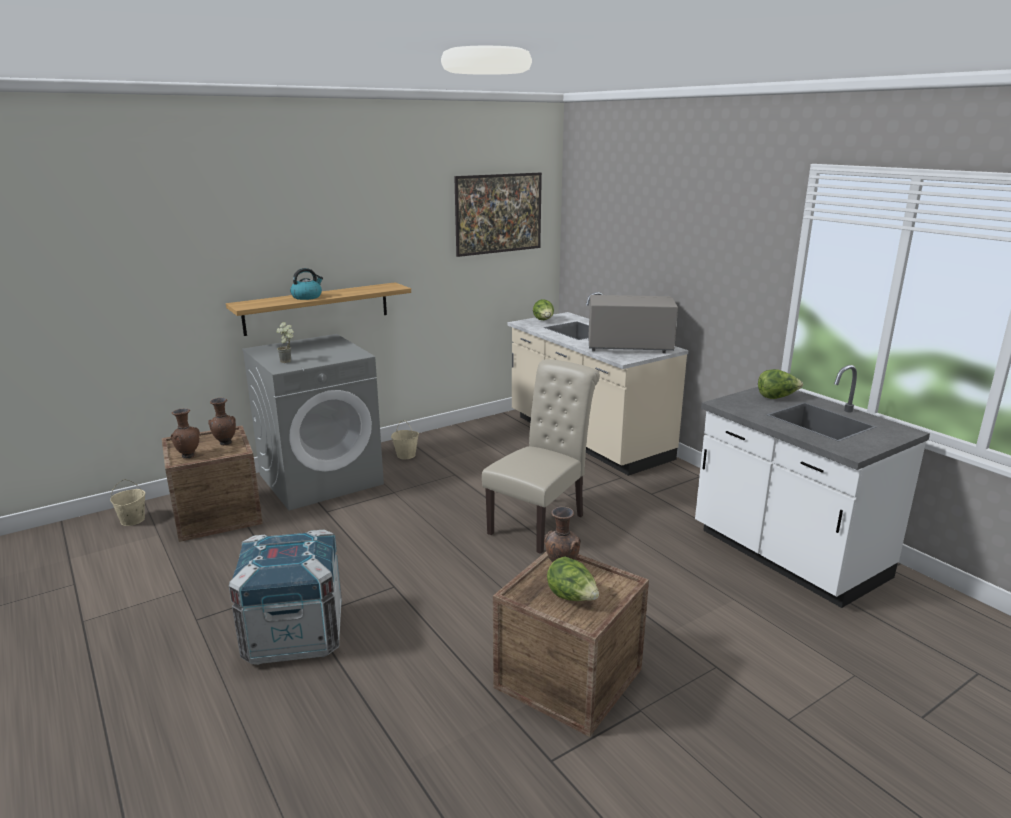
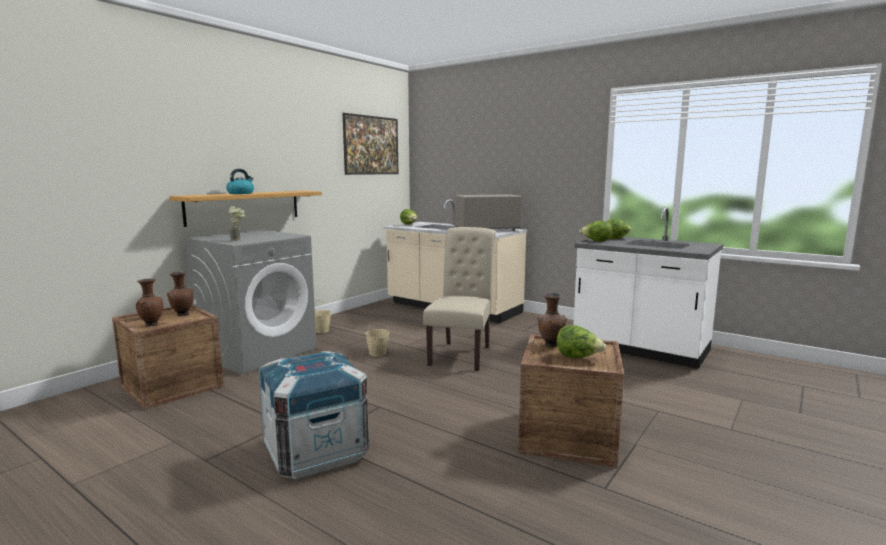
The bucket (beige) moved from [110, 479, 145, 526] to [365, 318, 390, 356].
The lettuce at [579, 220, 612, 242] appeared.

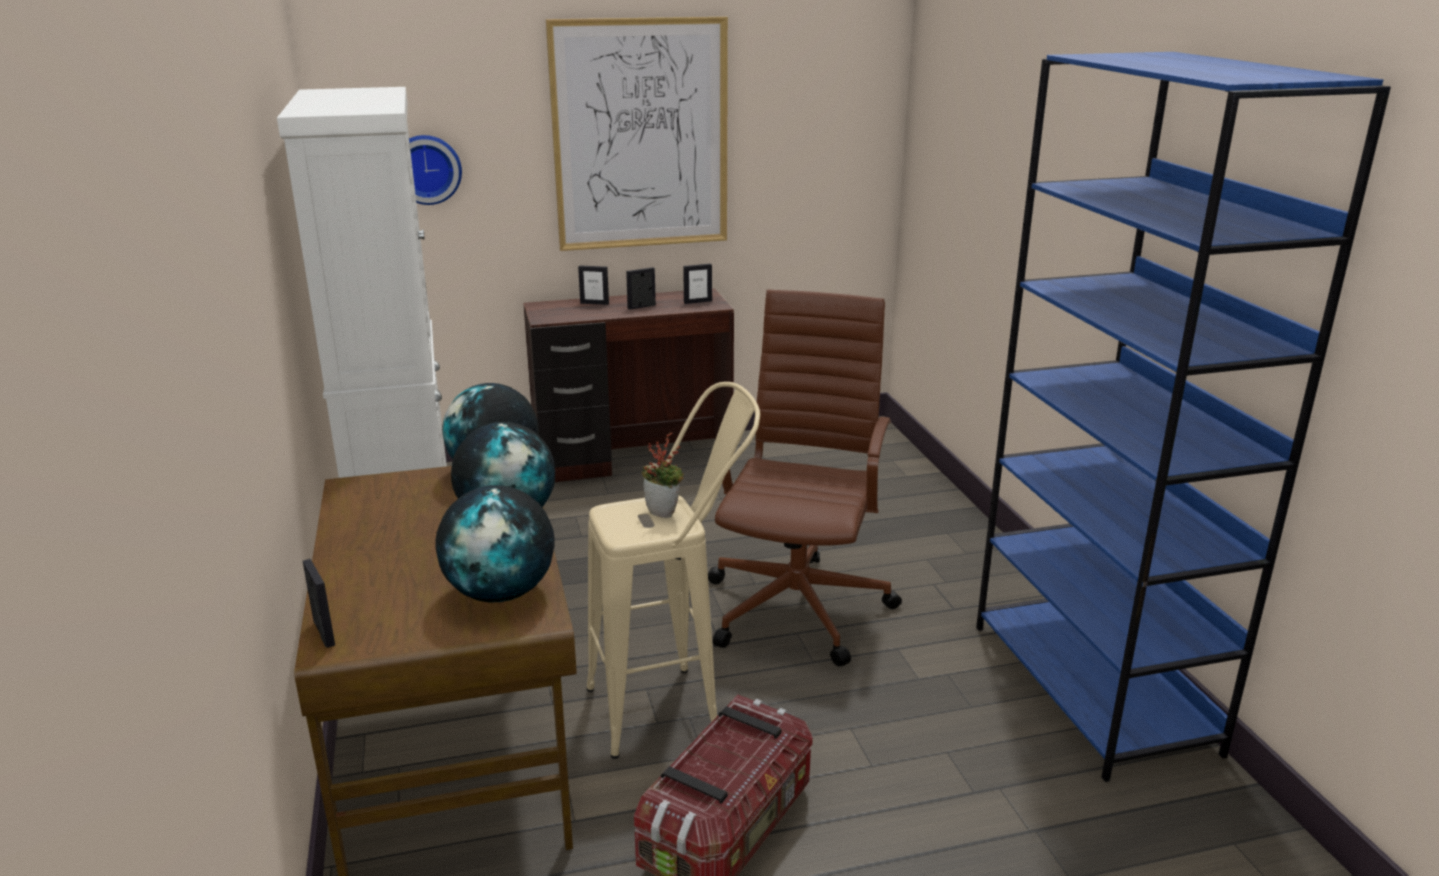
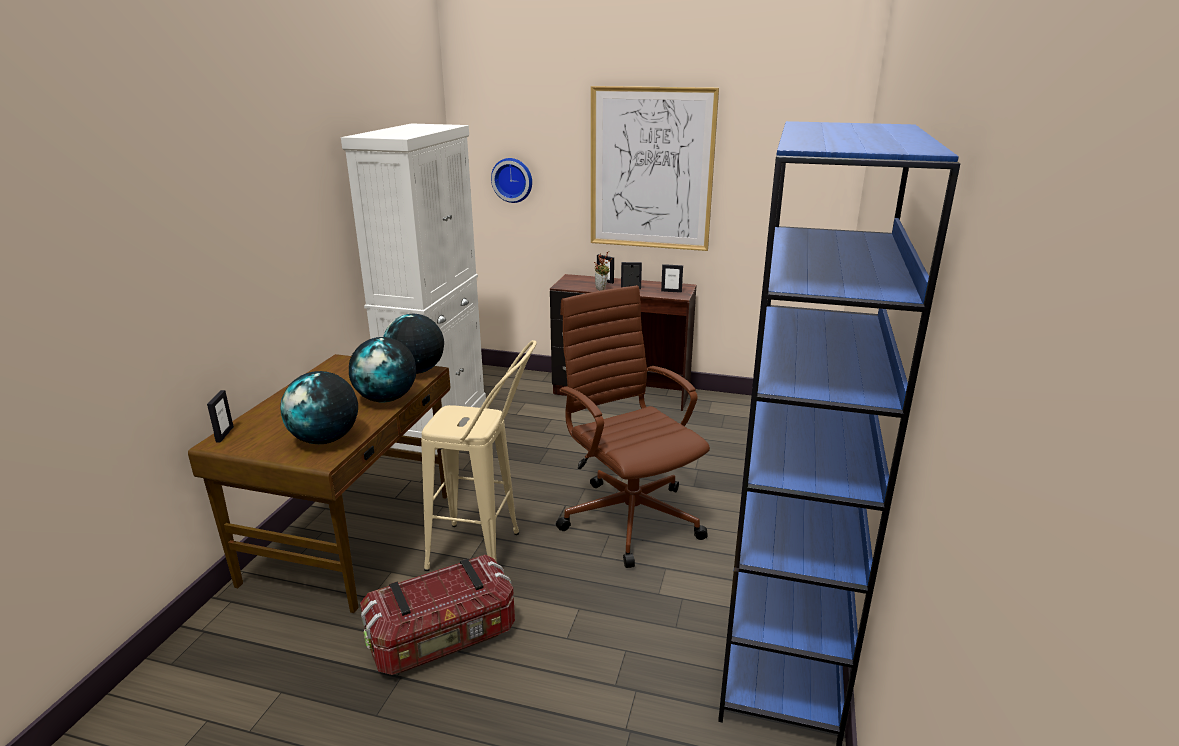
The potted plant moved from [641, 433, 684, 518] to [594, 251, 612, 291].
The office chair (brown) at [708, 289, 902, 666] turned 75 degrees counterclockwise.

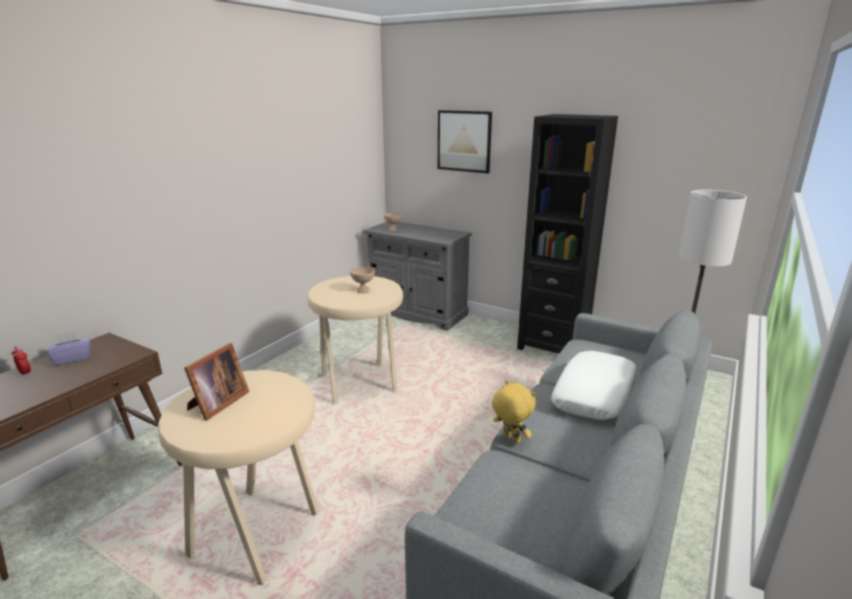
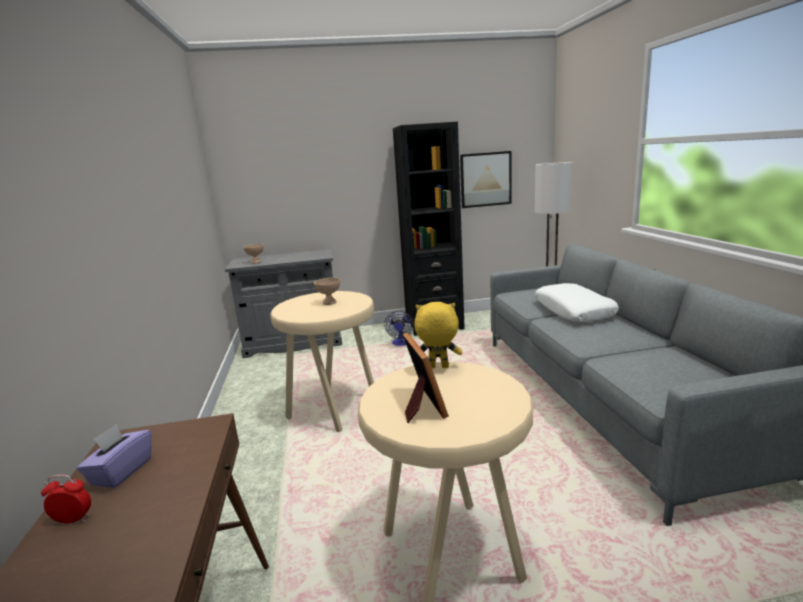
The picture moved from [438, 110, 492, 173] to [460, 151, 511, 208].
The plush toy (yellow) moved from [492, 380, 536, 444] to [414, 302, 462, 369].
The fan at [384, 311, 414, 346] appeared.

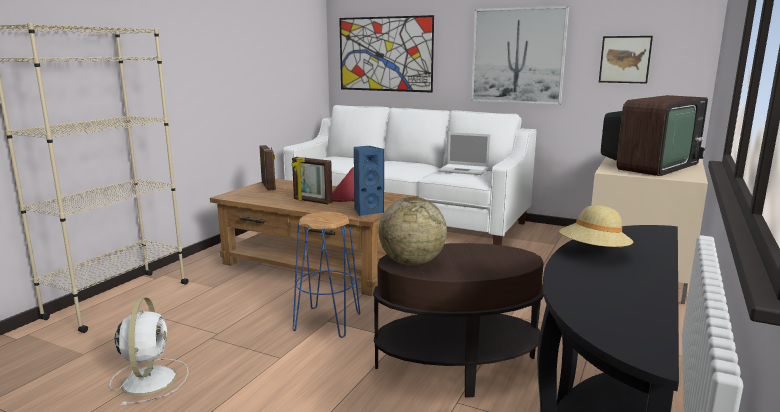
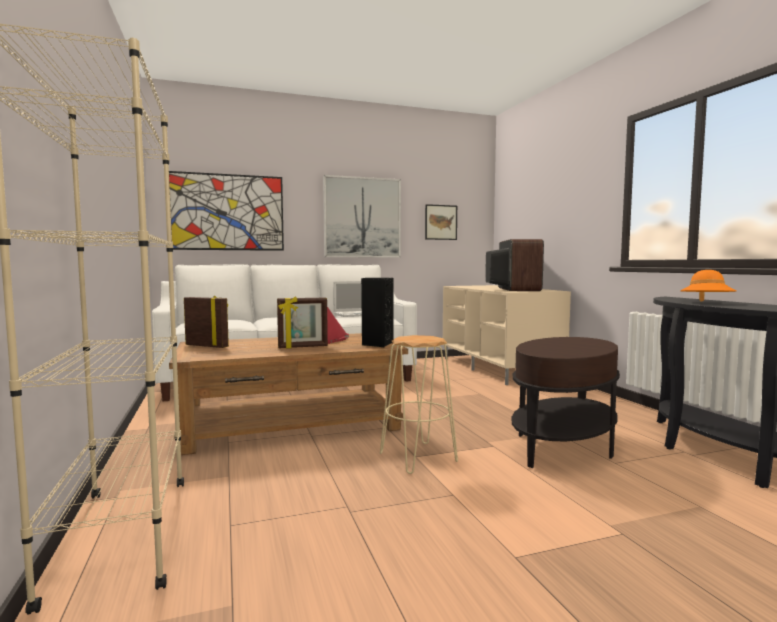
The fan (white) at [110, 297, 189, 406] disappeared.
The stool (blue) at [293, 212, 360, 338] became the stool (beige) at [380, 335, 458, 474].
The speaker (blue) at [354, 146, 384, 216] became the speaker (black) at [361, 278, 394, 347].
The globe at [378, 197, 447, 266] disappeared.
The hat (beige) at [559, 205, 633, 248] became the hat (orange) at [680, 270, 736, 302].

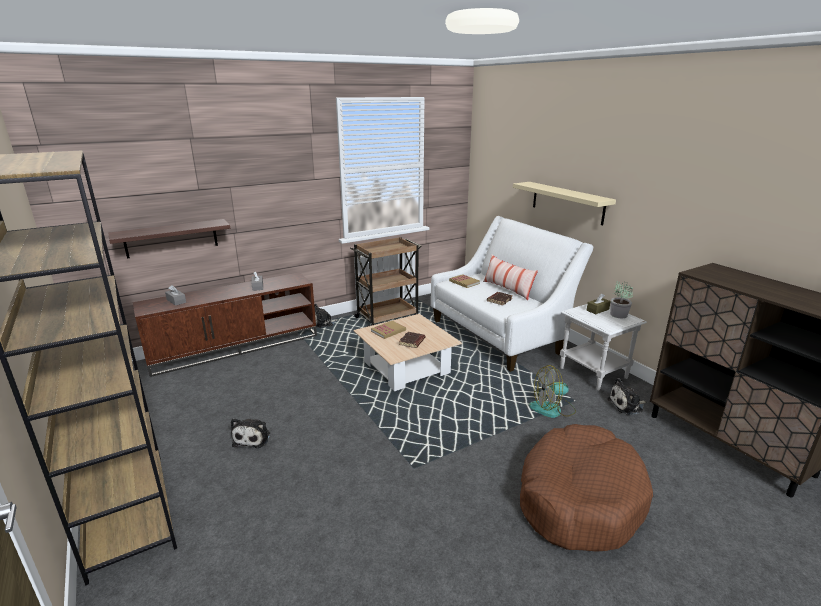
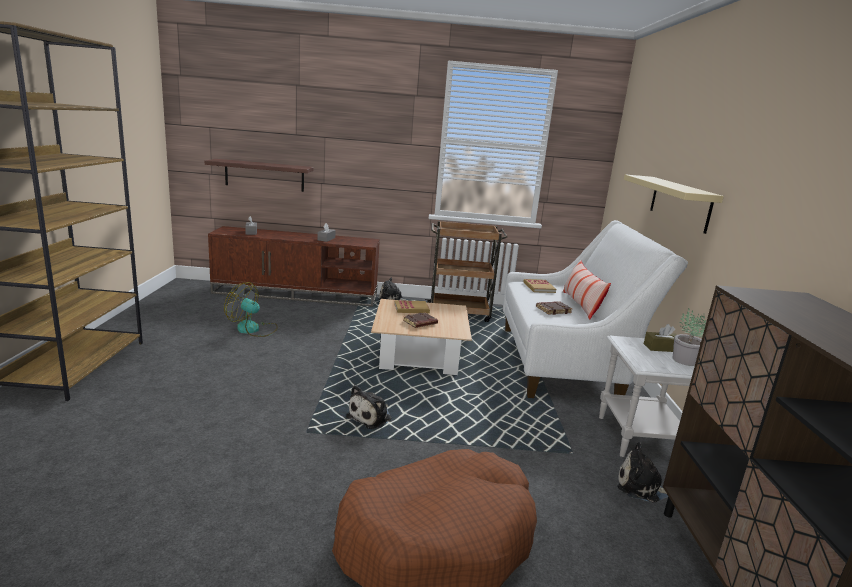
The plush toy moved from [231, 418, 270, 448] to [346, 385, 392, 429].
The fan moved from [529, 365, 576, 418] to [224, 282, 278, 337].

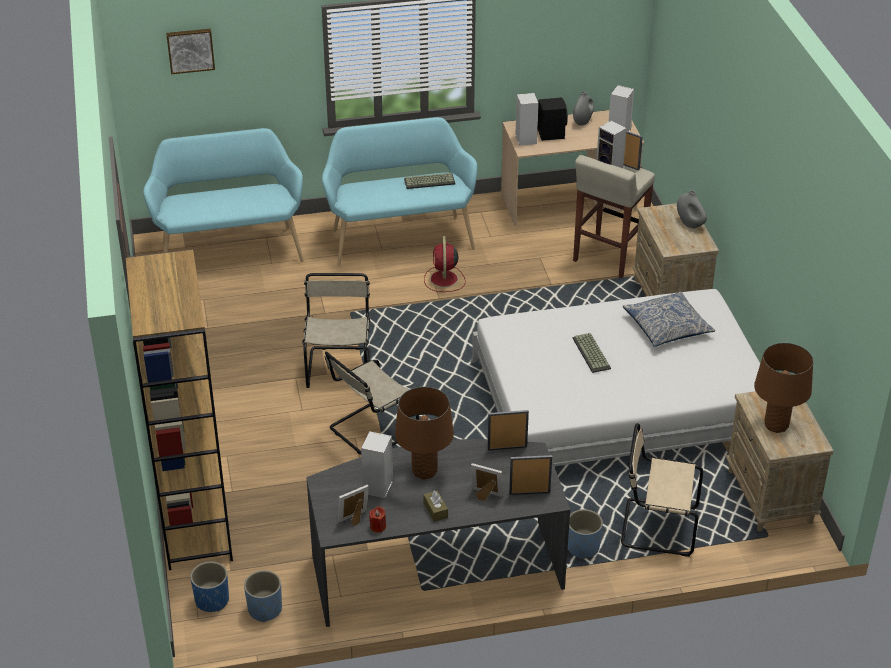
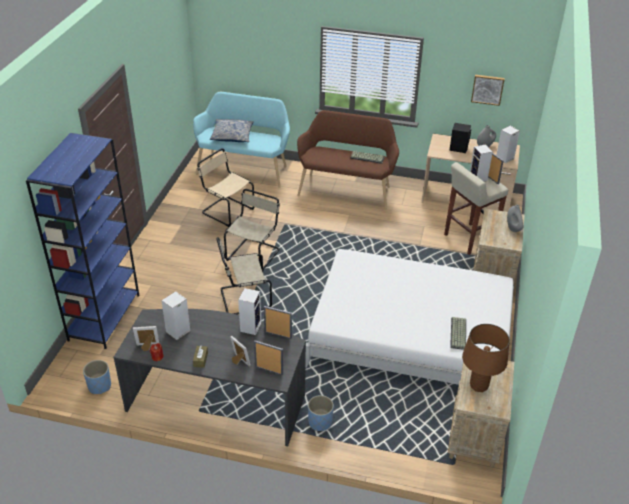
The bookcase (brown) at [125, 249, 233, 570] became the bookcase (blue) at [26, 133, 139, 349].
The picture moved from [166, 29, 215, 74] to [471, 75, 505, 106].
The planter (blue) at [190, 561, 229, 612] disappeared.
The bench (turquoise) at [322, 117, 477, 266] became the bench (brown) at [297, 110, 399, 210].
The table lamp (brown) at [395, 387, 454, 480] disappeared.
The fan (red) at [424, 236, 466, 292] disappeared.
The speaker moved from [515, 93, 539, 146] to [238, 288, 262, 335].
The keyboard moved from [573, 333, 611, 373] to [450, 317, 466, 350].
The chair (beige) moved from [621, 423, 704, 557] to [197, 148, 255, 227].
The pillow moved from [622, 292, 715, 347] to [210, 119, 254, 142].

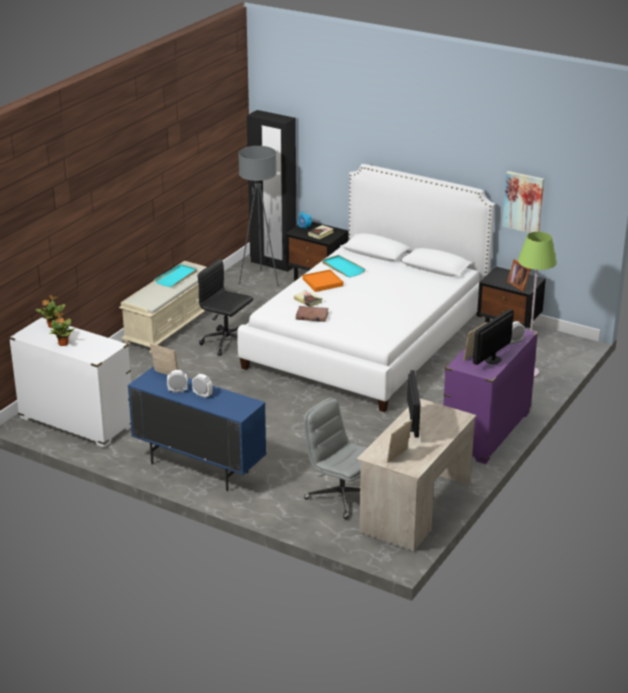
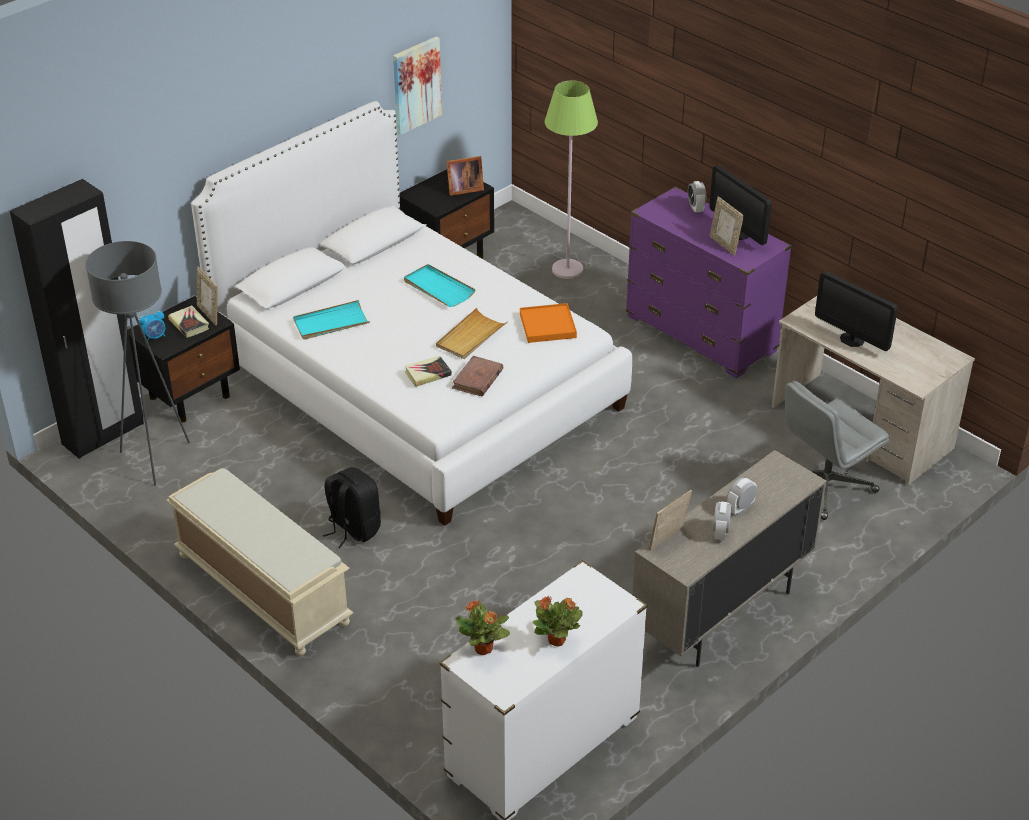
The cabinet (blue) at [128, 367, 266, 491] became the cabinet (beige) at [632, 450, 826, 667].
The tray (turquoise) moved from [154, 264, 197, 287] to [404, 264, 476, 307].
The office chair (black) at [197, 259, 253, 356] was replaced by the backpack (black) at [323, 467, 381, 548].
The tray (orange) moved from [303, 270, 343, 292] to [520, 303, 577, 343].
The picture frame moved from [387, 420, 412, 463] to [197, 267, 217, 325].
The monitor at [404, 370, 420, 438] turned 150 degrees counterclockwise.
The tray (beige) at [436, 308, 508, 359] appeared.

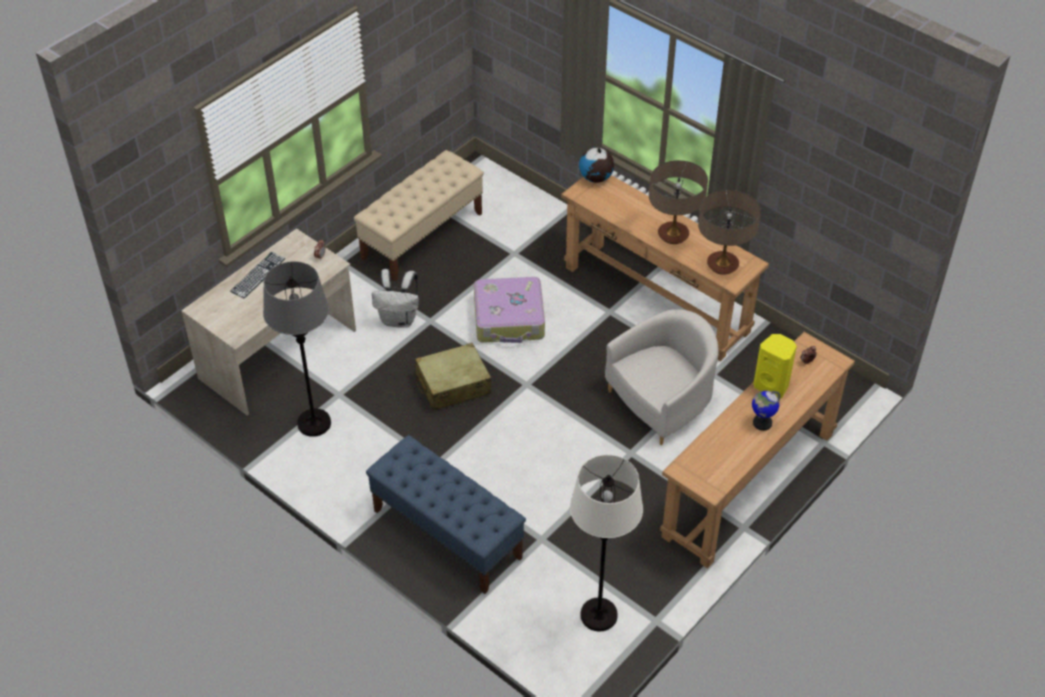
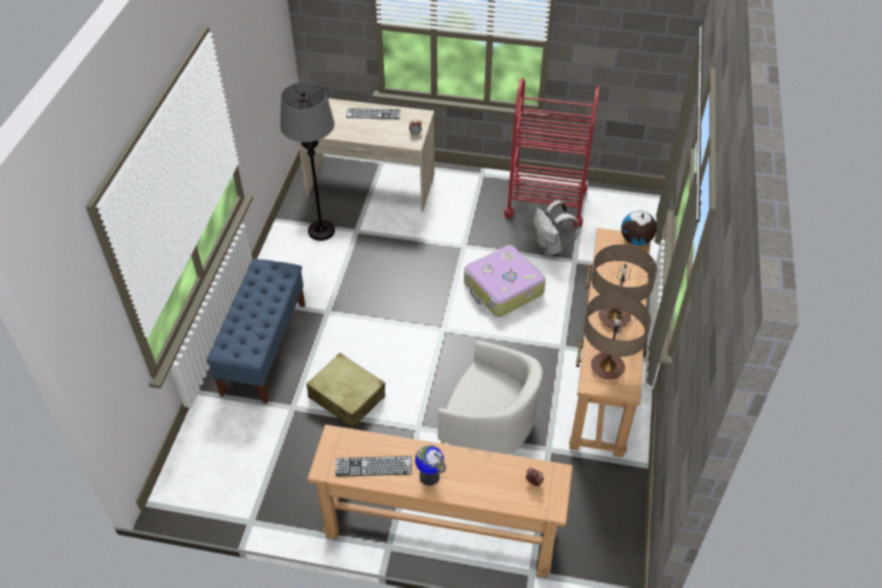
The bench (beige) at [354, 150, 484, 281] was replaced by the cart (red) at [504, 78, 600, 227].
The backpack (white) moved from [372, 269, 419, 328] to [534, 200, 579, 256].
The suitcase (beige) moved from [415, 343, 491, 411] to [306, 353, 385, 428].
The floor lamp (white) at [570, 455, 643, 631] disappeared.
The speaker (yellow) at [753, 334, 797, 398] disappeared.
The keyboard at [335, 456, 412, 477] appeared.

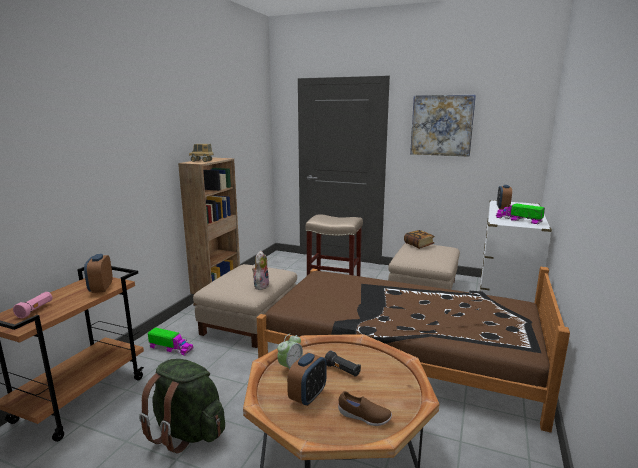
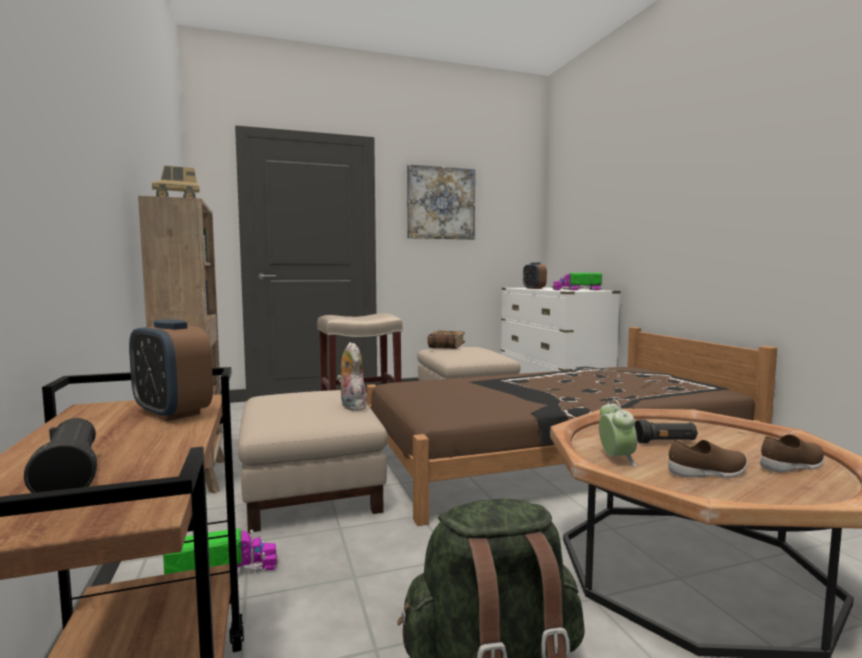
The flashlight (pink) at [13, 292, 52, 318] became the flashlight (black) at [24, 418, 97, 493].
The alarm clock at [287, 352, 327, 406] was replaced by the shoe (brown) at [668, 440, 747, 478].

